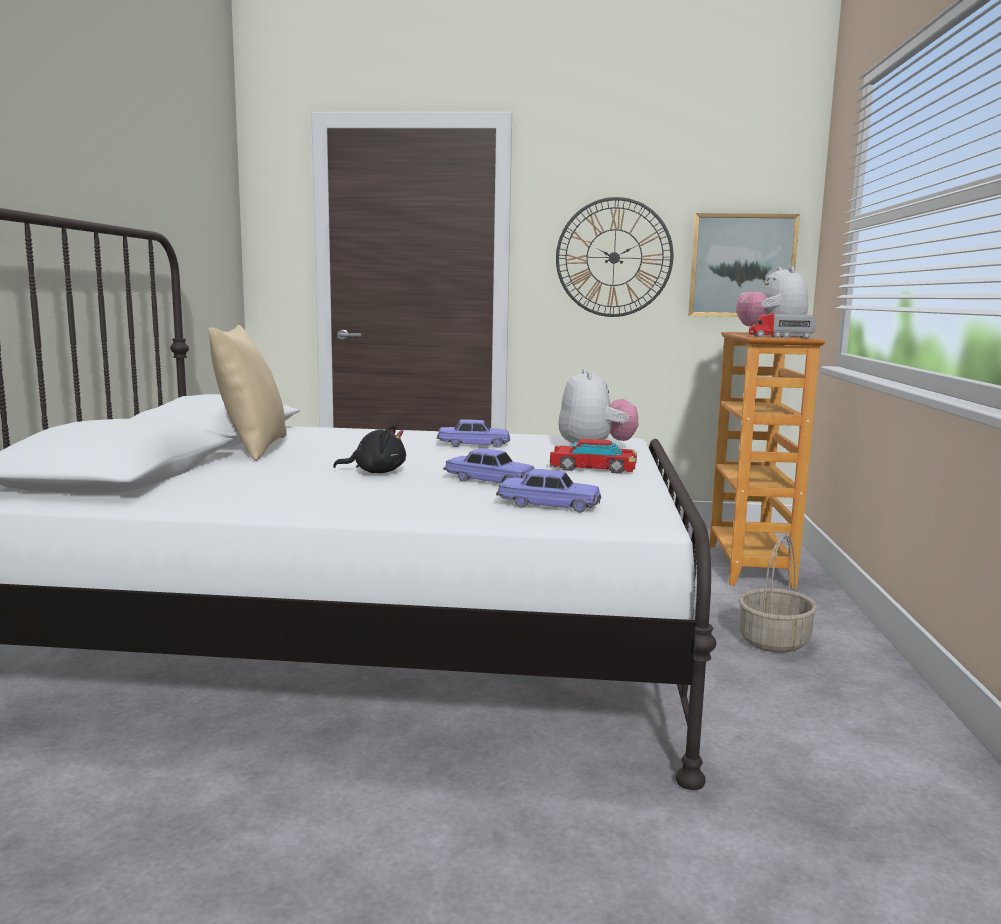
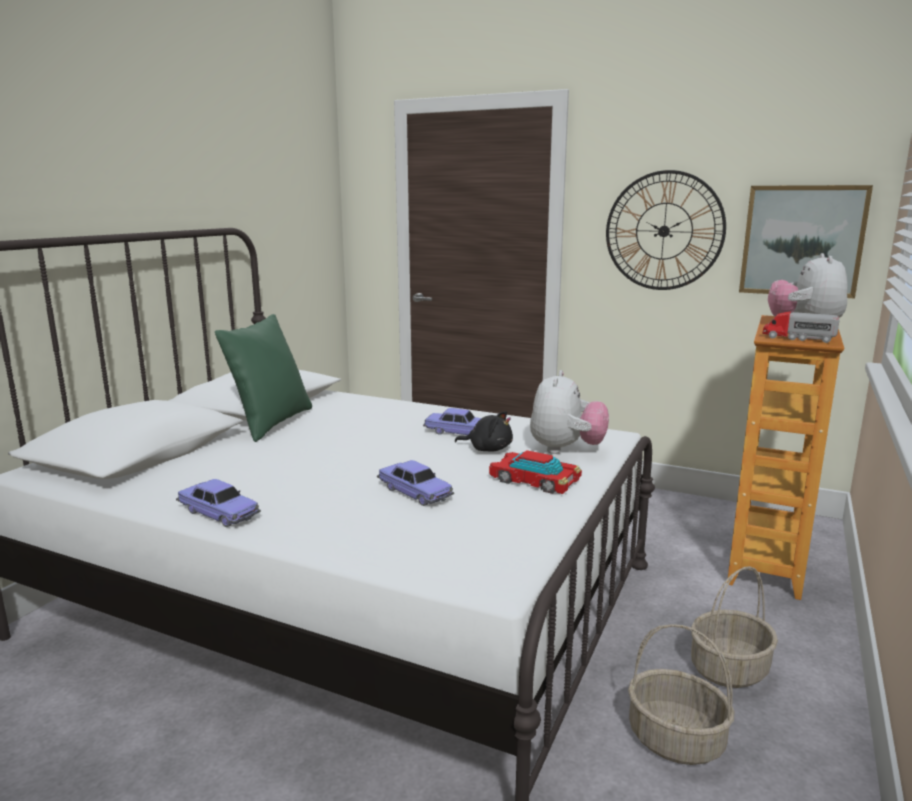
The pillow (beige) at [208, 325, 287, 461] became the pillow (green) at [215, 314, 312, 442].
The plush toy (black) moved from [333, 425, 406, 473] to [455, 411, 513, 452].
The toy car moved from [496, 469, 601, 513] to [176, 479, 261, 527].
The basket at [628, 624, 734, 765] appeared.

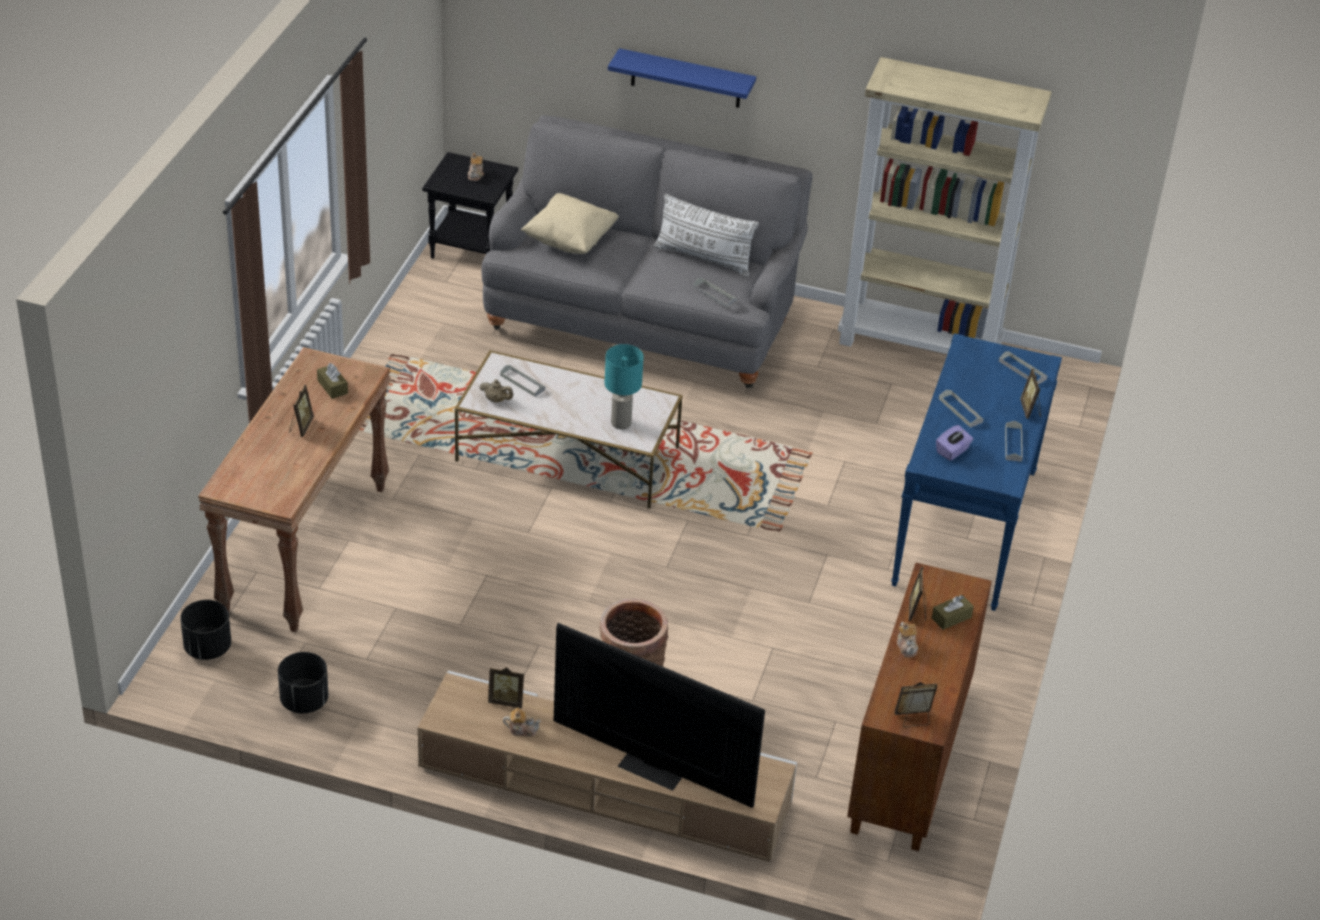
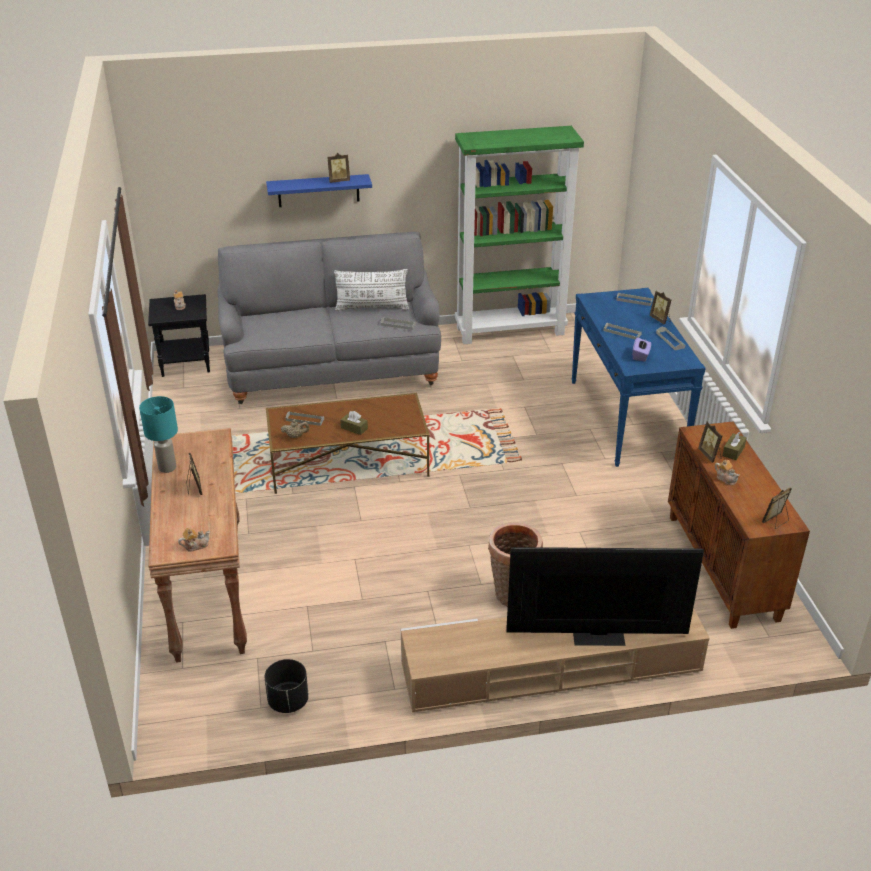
The planter (black) at [180, 600, 231, 660] disappeared.
The tissue box (brown) moved from [317, 363, 348, 399] to [341, 411, 368, 435].
The coffee table (white) at [455, 350, 683, 509] became the coffee table (brown) at [266, 393, 429, 494].
The picture frame moved from [488, 667, 524, 709] to [328, 153, 350, 183].
The teapot moved from [503, 707, 541, 737] to [178, 528, 210, 552].
The pillow (beige) at [521, 193, 619, 254] disappeared.
The table lamp (turquoise) moved from [604, 344, 644, 429] to [139, 396, 178, 473].
The bookcase (beige) at [838, 57, 1052, 354] became the bookcase (green) at [455, 126, 584, 344].

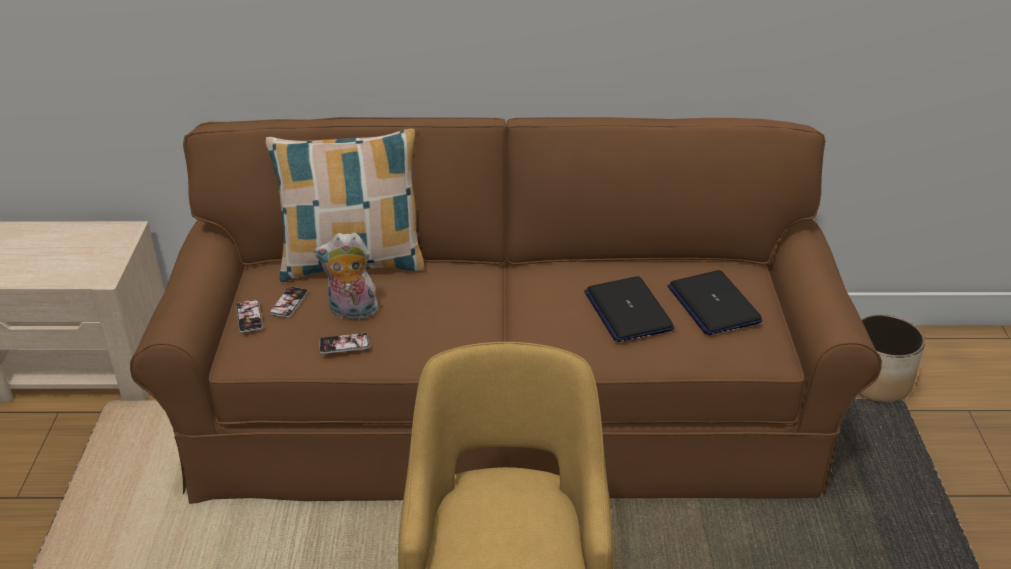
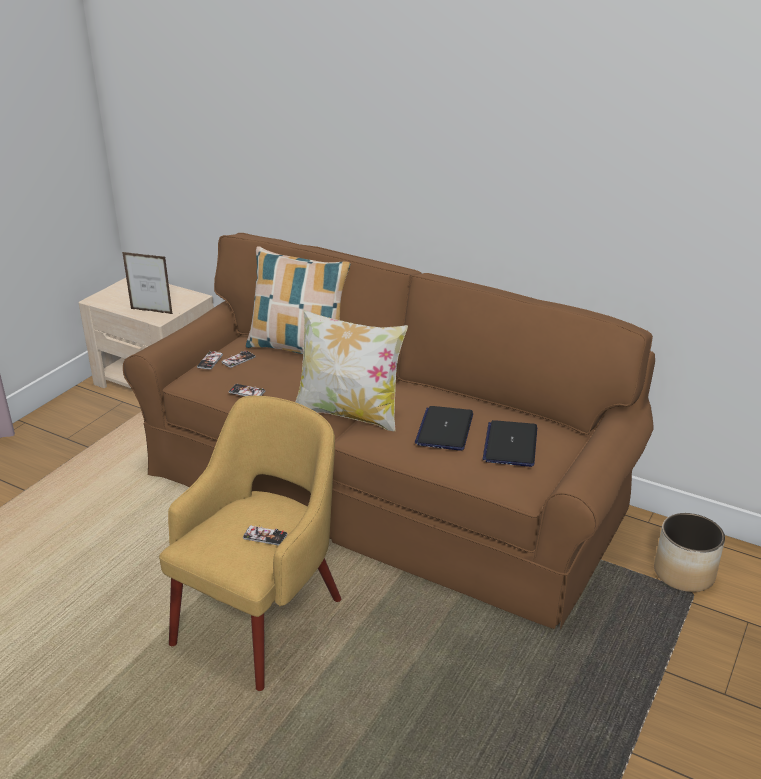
The plush toy at [314, 233, 378, 320] disappeared.
The picture frame at [122, 252, 173, 314] appeared.
The phone at [243, 525, 287, 546] appeared.
The pillow at [296, 310, 408, 431] appeared.

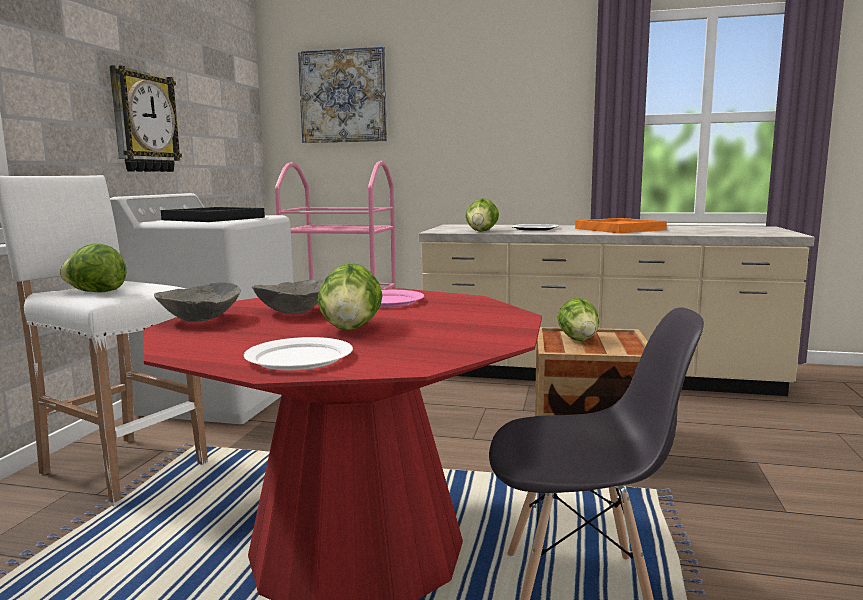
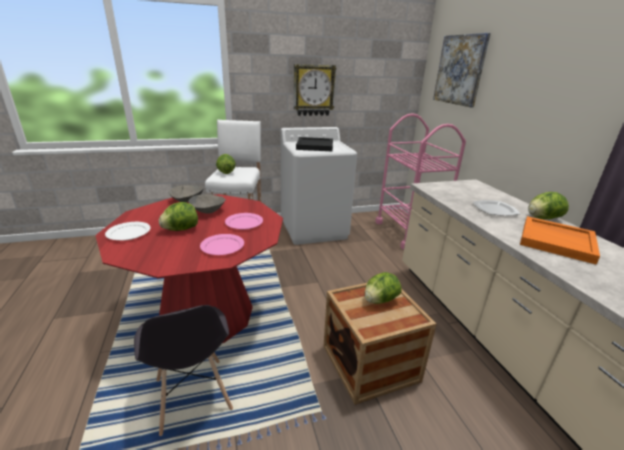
The lettuce moved from [466, 198, 499, 232] to [528, 192, 569, 219].
The plate (pink) at [200, 234, 244, 255] appeared.

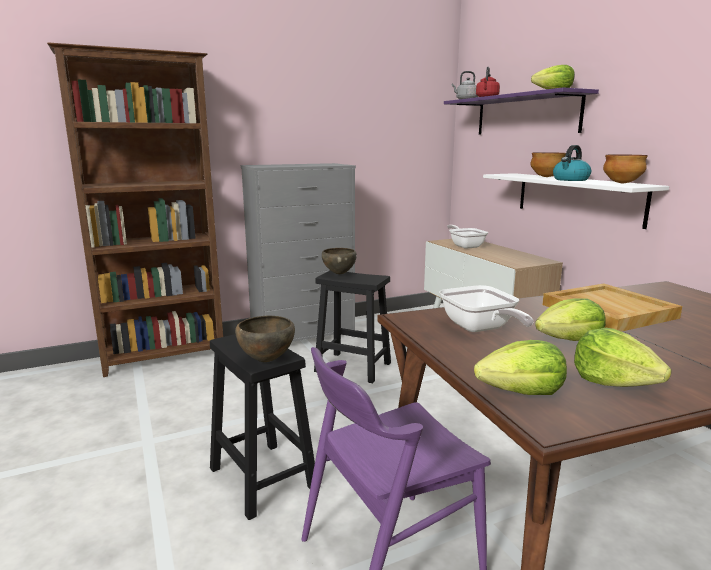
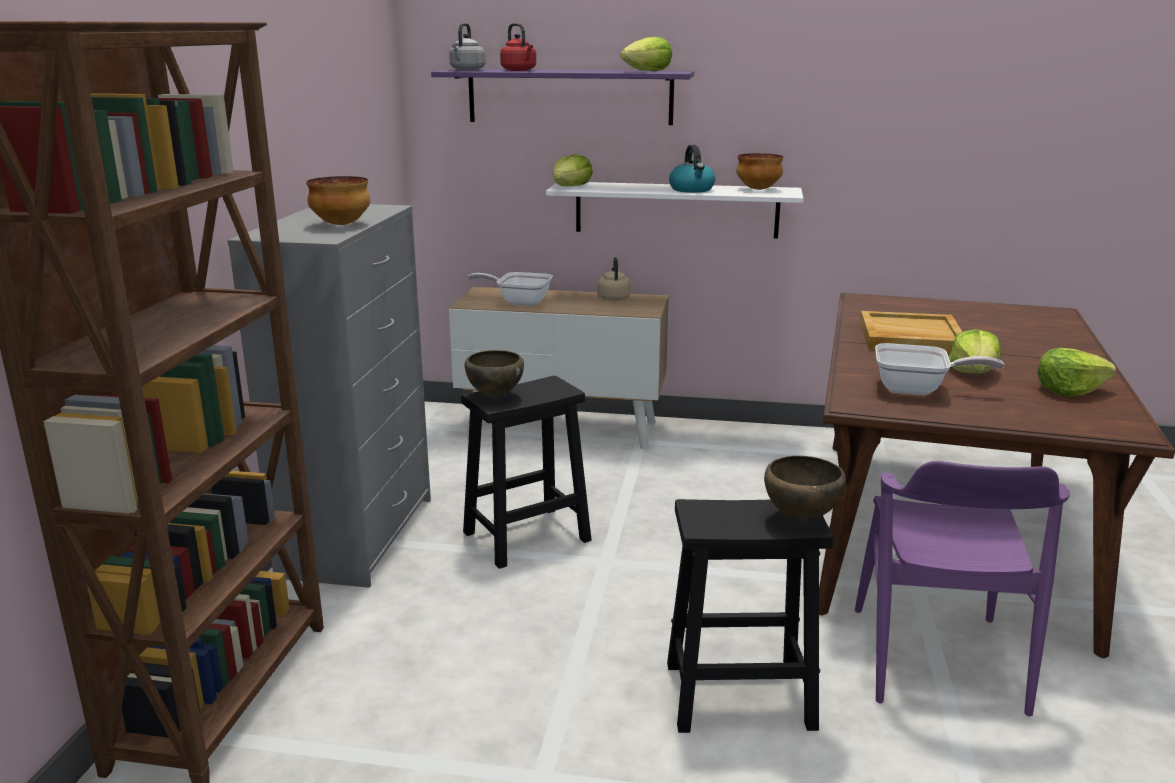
The lettuce moved from [474, 340, 567, 395] to [554, 154, 593, 186].
The bowl moved from [530, 152, 566, 177] to [306, 176, 370, 225].
The kettle (beige) at [597, 257, 631, 301] appeared.

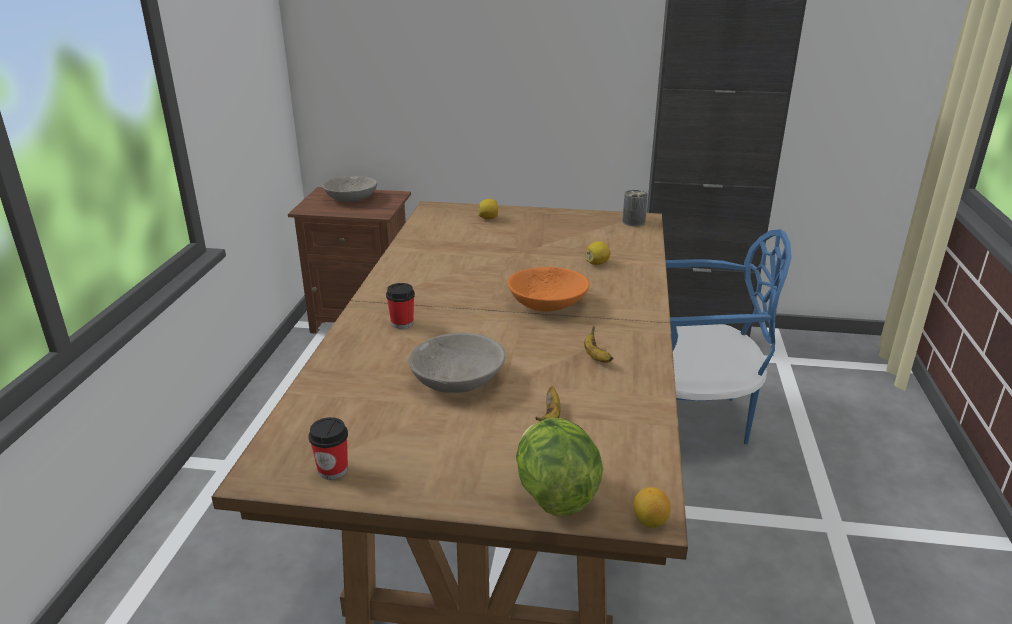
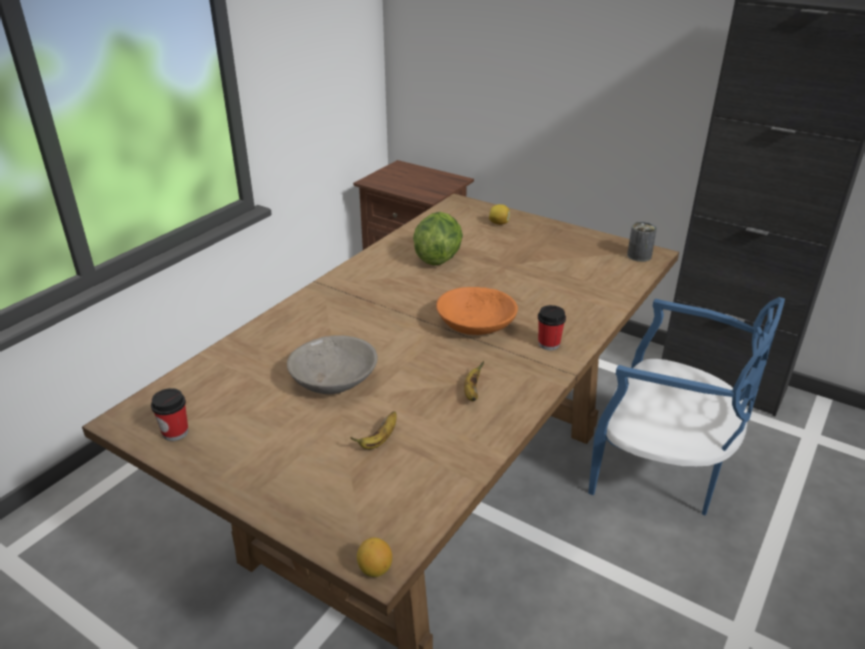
The bowl (grey) at [322, 176, 377, 202] disappeared.
The cup moved from [386, 283, 415, 329] to [538, 305, 566, 350].
The lettuce moved from [516, 418, 603, 516] to [413, 212, 463, 266].
The lemon at [585, 241, 611, 265] disappeared.

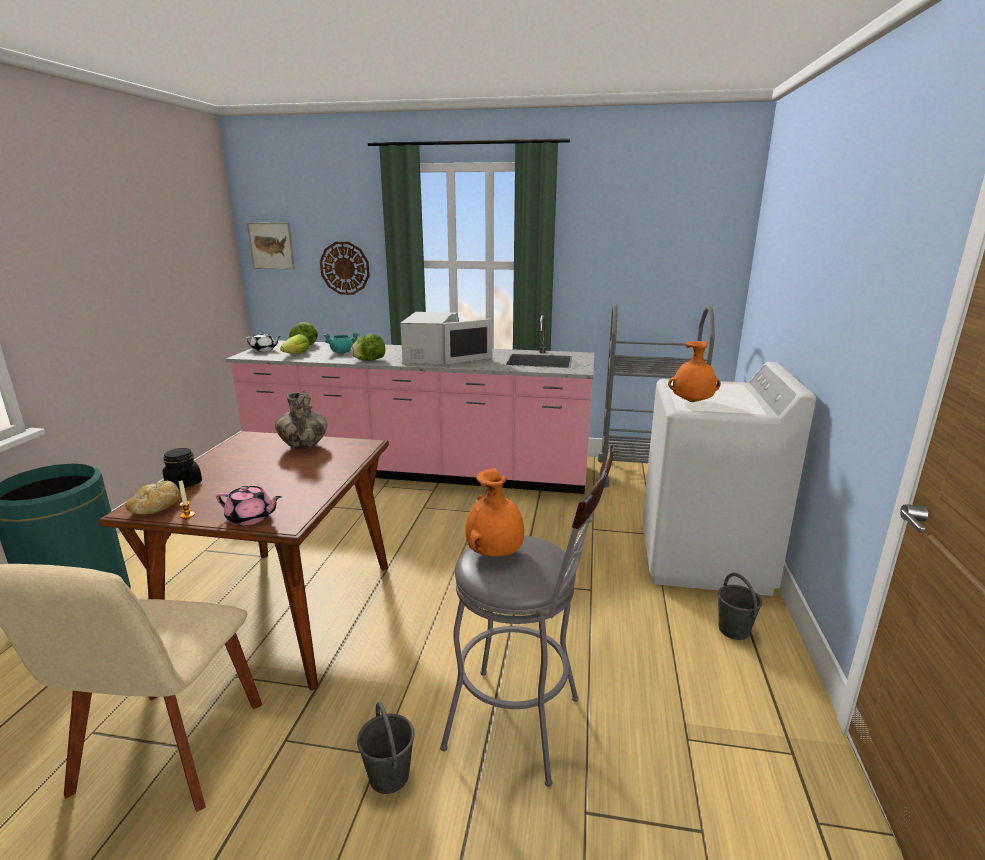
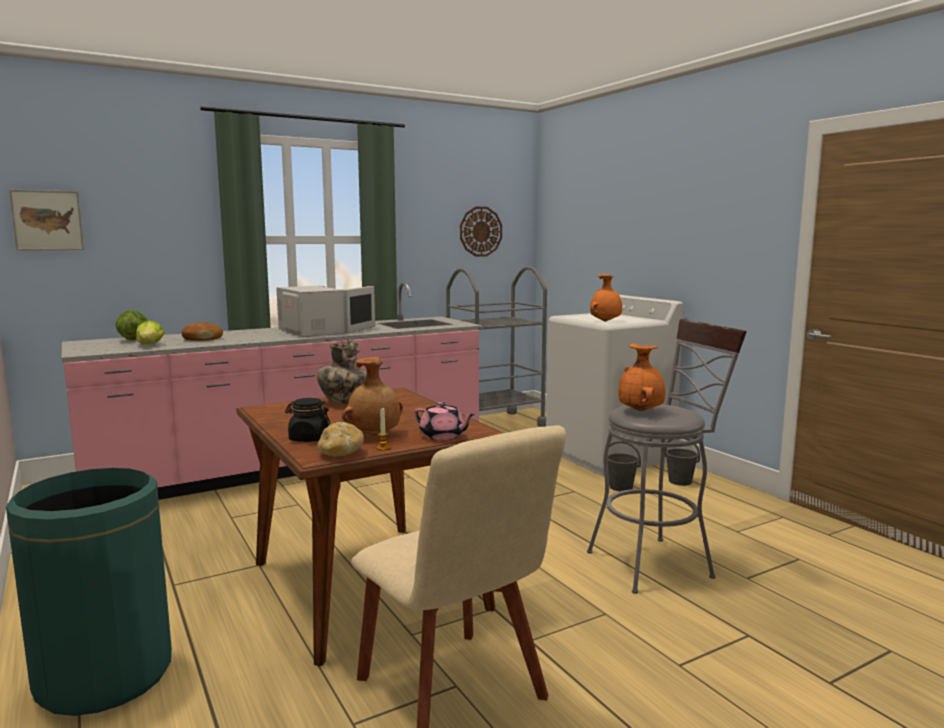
The teapot (pink) at [216, 485, 282, 526] turned 60 degrees clockwise.
The teapot (white) at [245, 332, 281, 352] disappeared.
The wall clock moved from [320, 242, 370, 295] to [460, 207, 502, 257].
The cooking pot (turquoise) at [324, 332, 359, 353] was replaced by the bread at [181, 322, 223, 341].
The lettuce at [351, 333, 385, 360] disappeared.
The bucket (grey) moved from [357, 702, 414, 794] to [608, 441, 641, 491].
The vase (brown) at [342, 357, 403, 436] appeared.

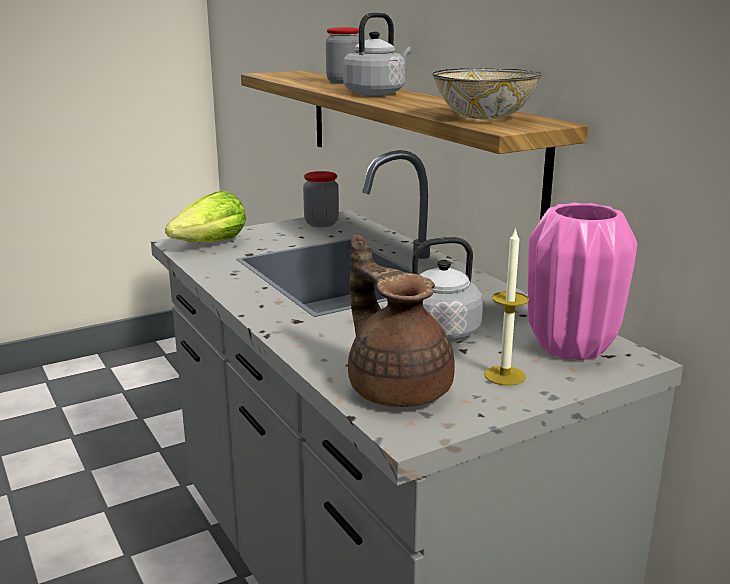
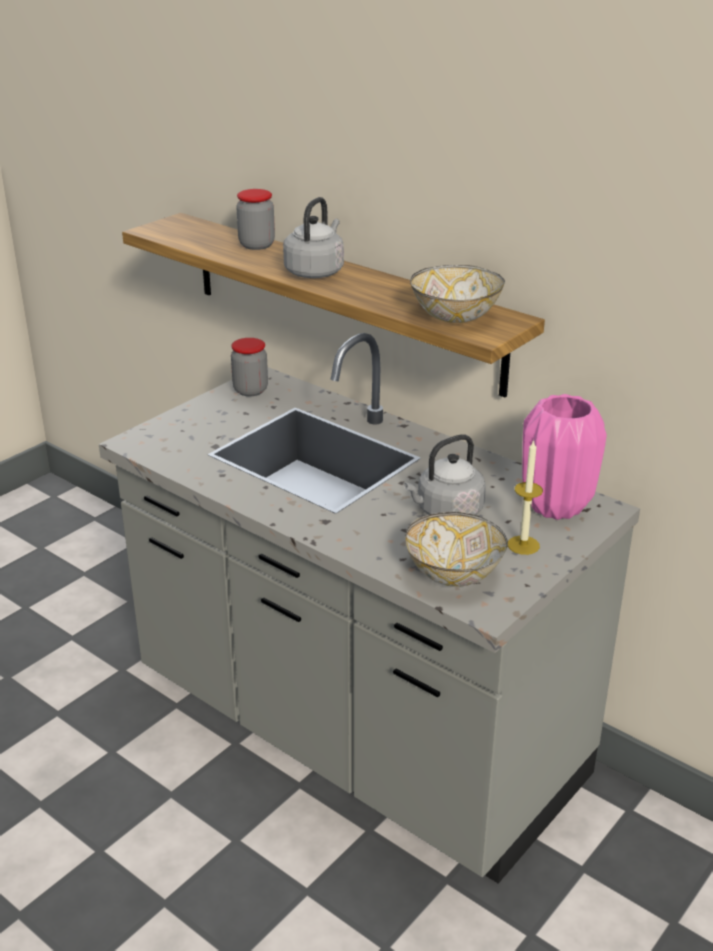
The lettuce at [165, 190, 246, 242] disappeared.
The teapot (brown) at [348, 235, 455, 407] was replaced by the bowl at [405, 512, 508, 587].

